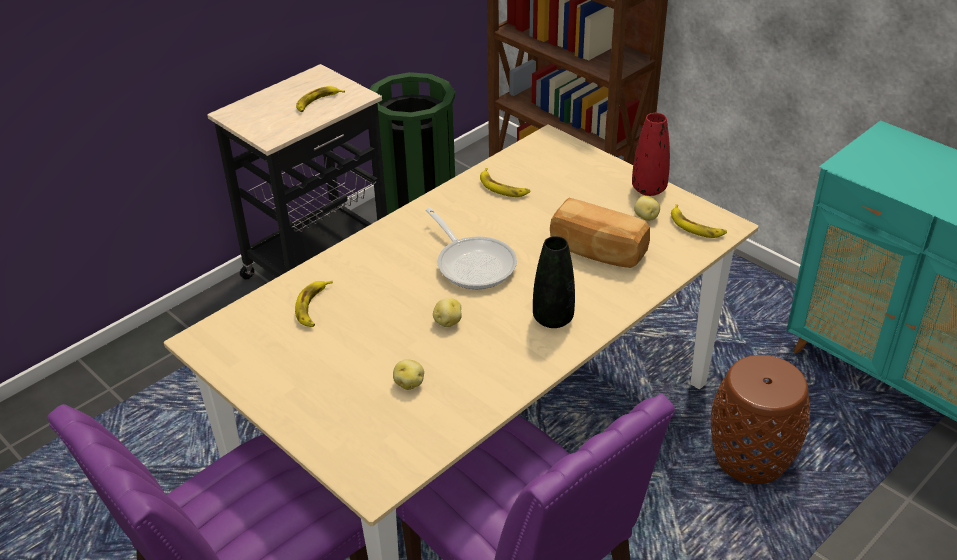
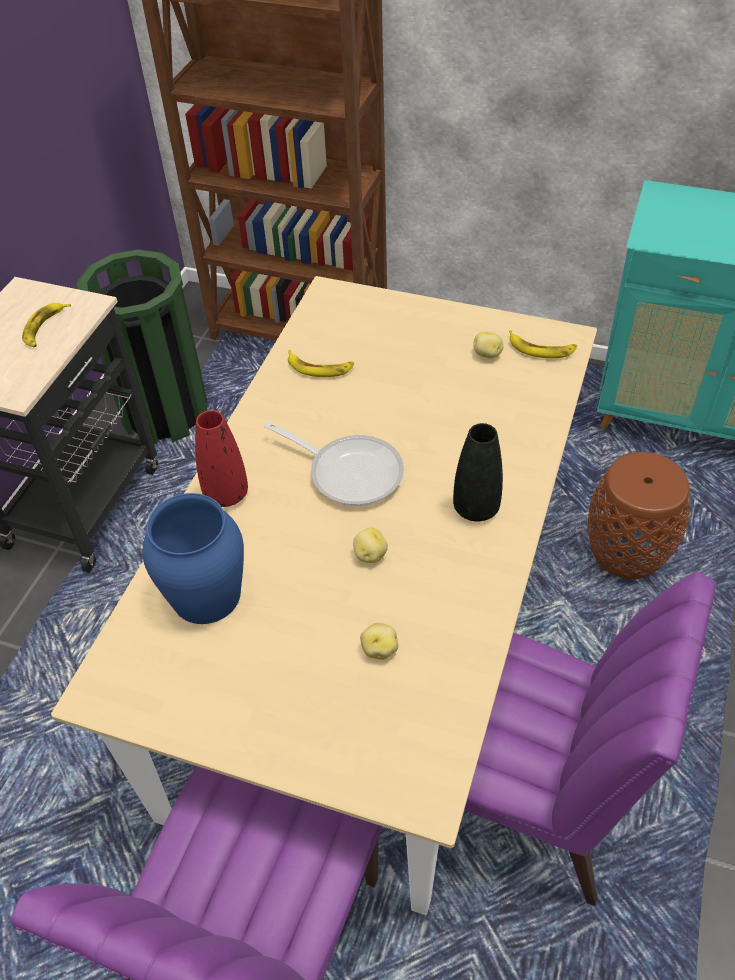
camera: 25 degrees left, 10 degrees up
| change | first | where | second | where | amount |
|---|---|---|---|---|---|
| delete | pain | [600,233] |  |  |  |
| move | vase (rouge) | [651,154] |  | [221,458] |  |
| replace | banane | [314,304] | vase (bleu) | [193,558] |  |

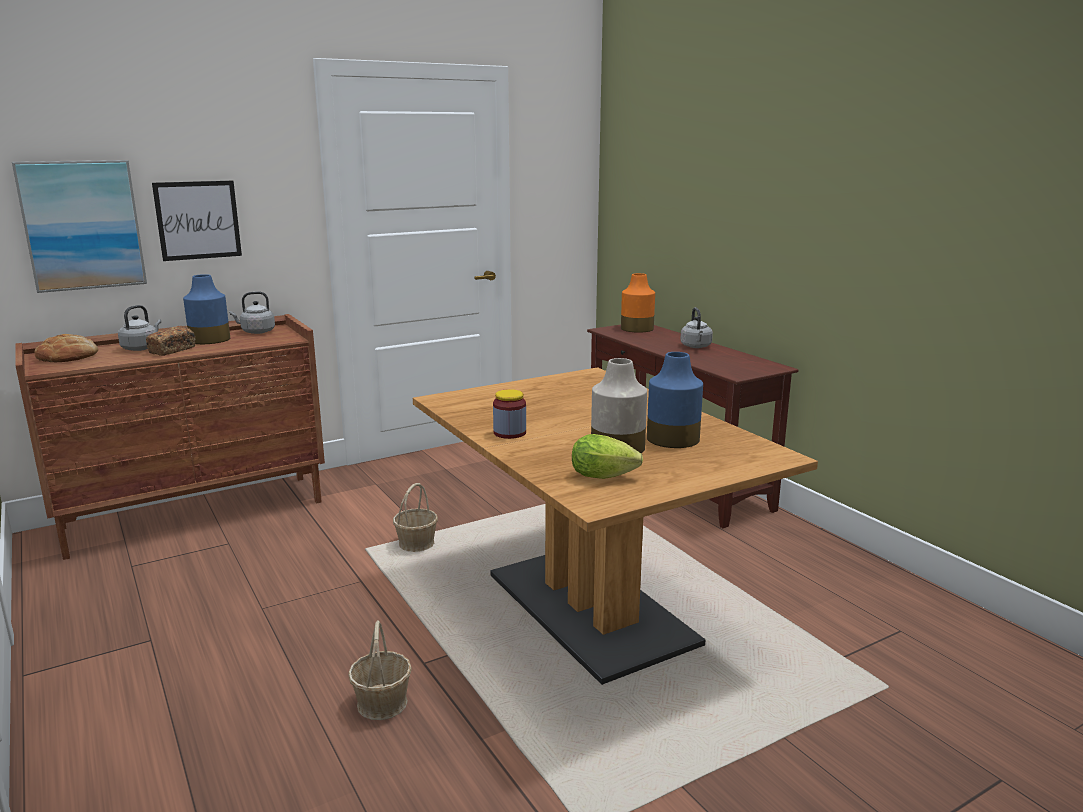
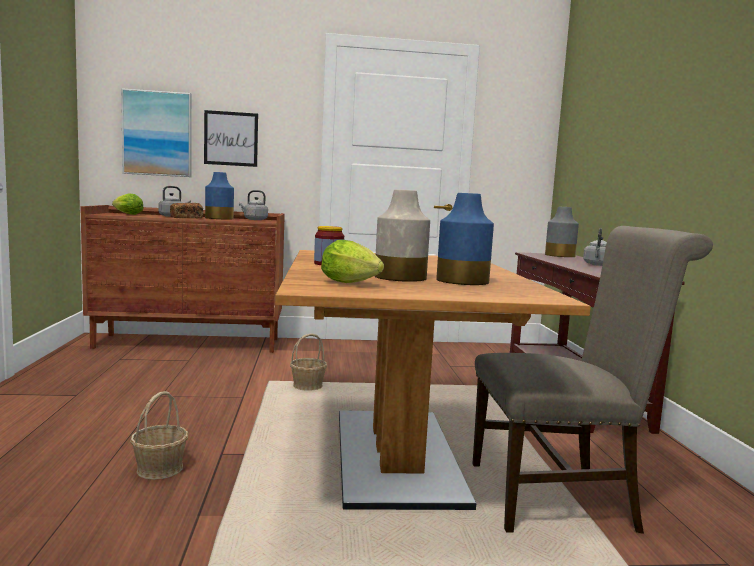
camera: 25 degrees right, 10 degrees down
| change | first | where | second | where | amount |
|---|---|---|---|---|---|
| insert |  |  | chaise (beige) | [592,380] |  |
| replace | pain | [66,348] | laitue | [127,204] |  |
| recolor | vase (orange) | [638,303] | vase (gris) | [562,231] |  |

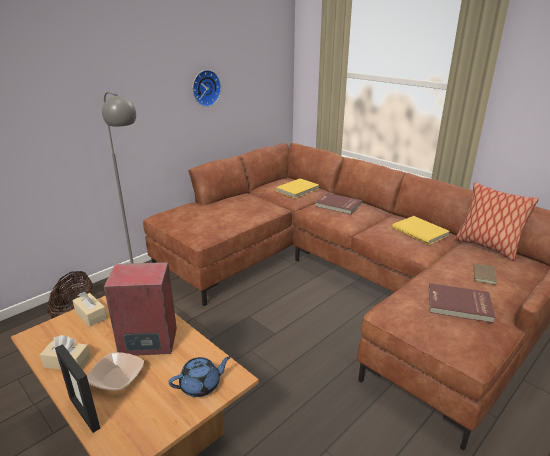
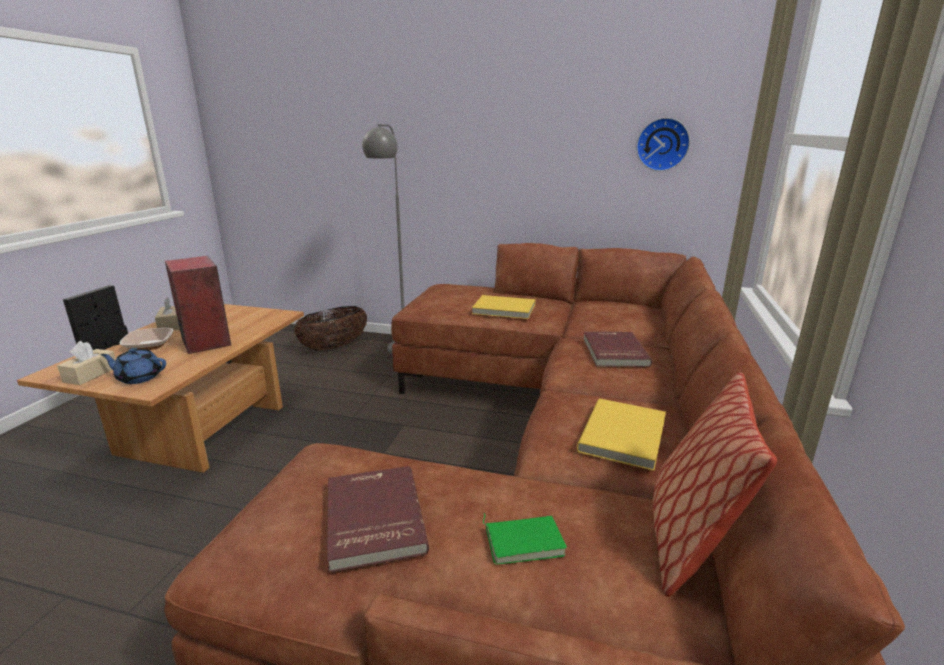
camera: 60 degrees right, 5 degrees down
| change | first | where | second | where | amount |
|---|---|---|---|---|---|
| move | boîte à mouchoirs (beige) | [89,309] |  | [86,363] |  |
| move | horloge murale | [206,88] |  | [663,144] |  |
| move | livre (jaune) | [297,188] |  | [503,307] |  |
| recolor | livre (marron) | [485,274] | livre (vert) | [525,538] |  |
| rotate | théière (bleu) | [200,376] |  | [133,366] | 150 degrees clockwise |

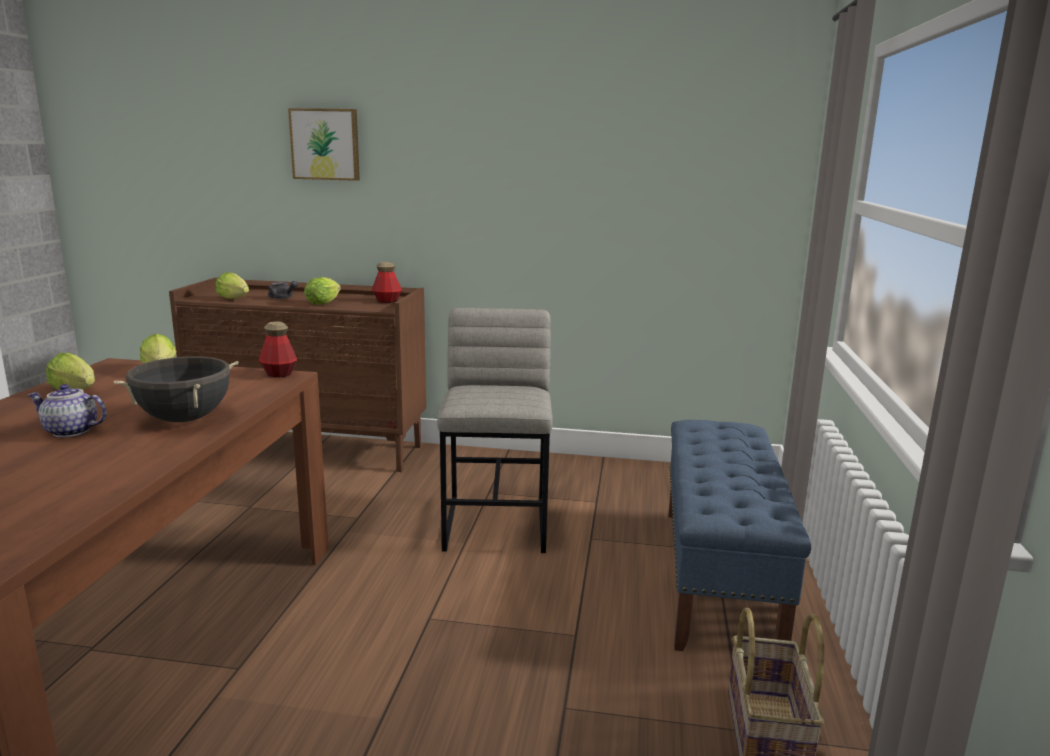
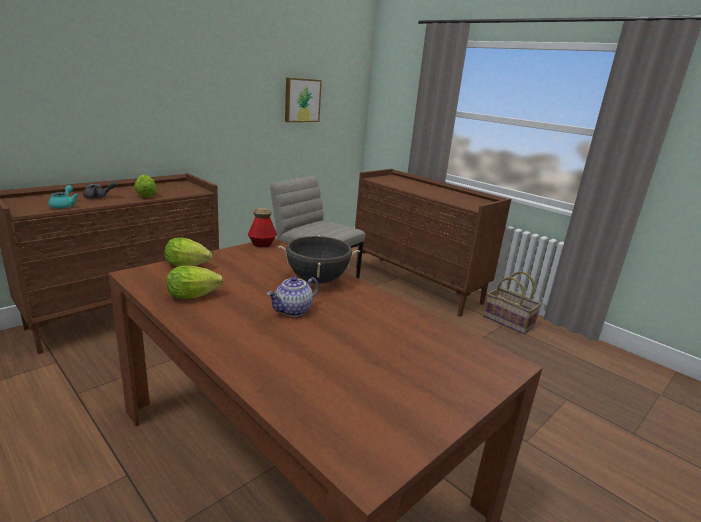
camera: 55 degrees left, 5 degrees up
| change | first | where | second | where | amount |
|---|---|---|---|---|---|
| delete | bouteille | [387,282] |  |  |  |
| move | tableau | [324,144] |  | [303,100] |  |
| replace | laitue | [232,285] | théière (turquoise) | [63,197] |  |
| replace | banc (bleu) | [739,535] | meuble de rangement (marron) | [433,243] |  |

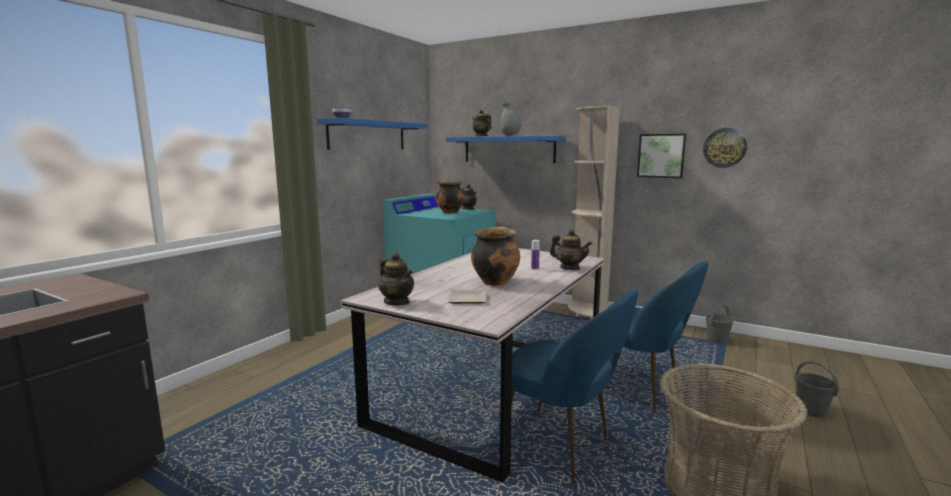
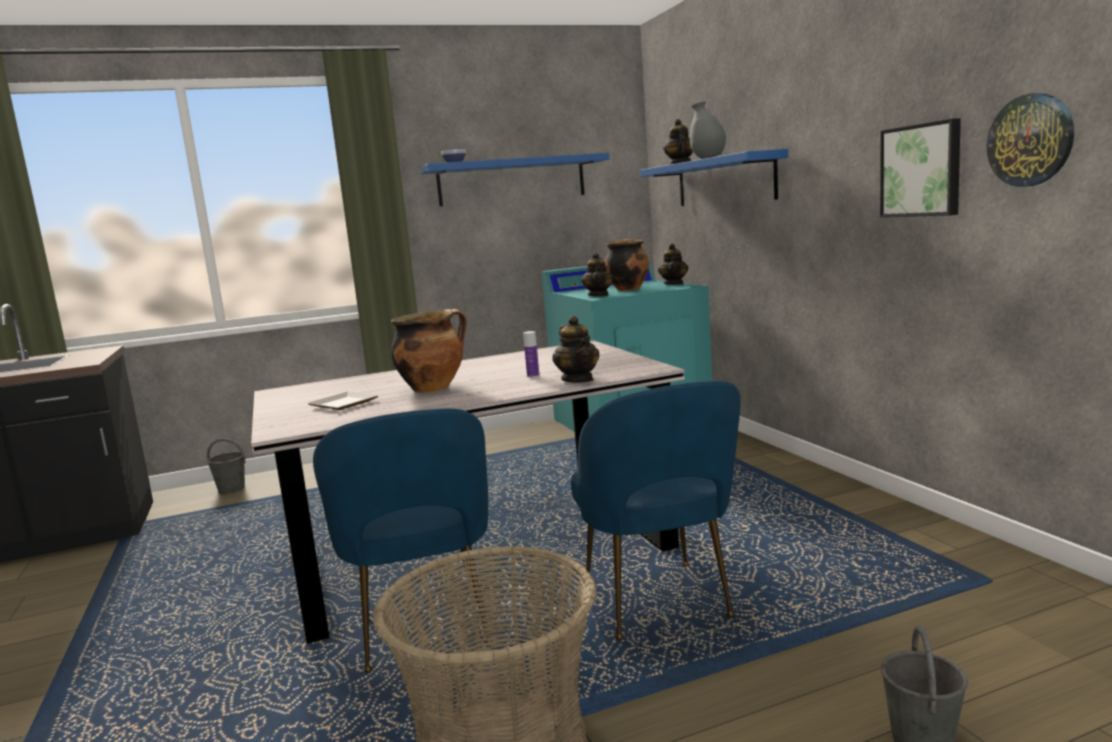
camera: 40 degrees right, 0 degrees up
| change | first | where | second | where | amount |
|---|---|---|---|---|---|
| delete | bibliothèque (beige) | [594,211] |  |  |  |
| move | théière | [396,279] |  | [597,274] |  |
| move | seau (gris) | [720,324] |  | [226,466] |  |

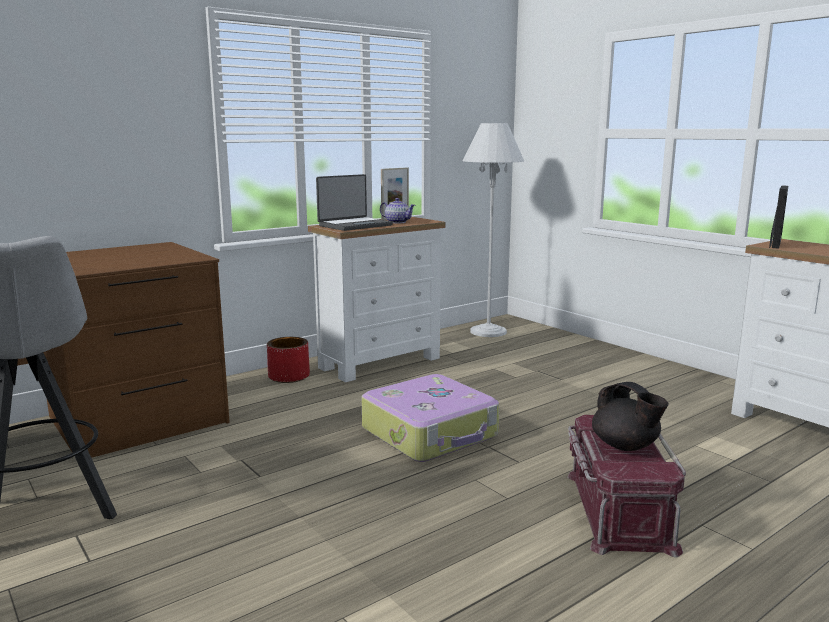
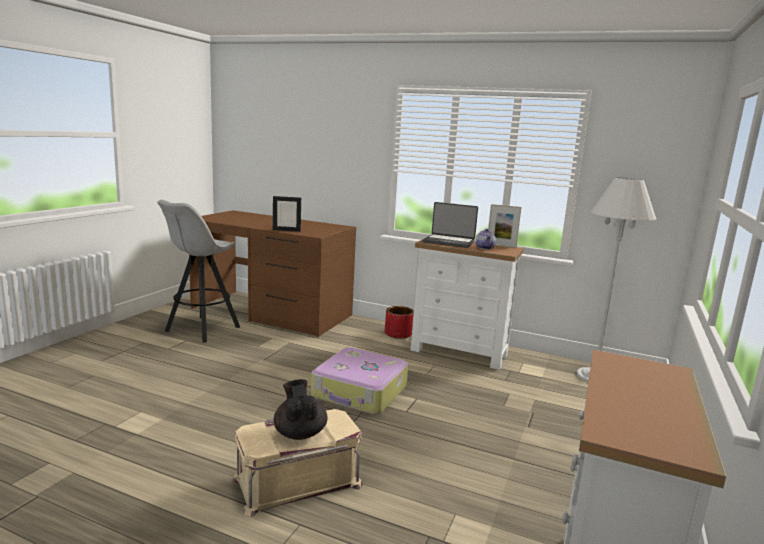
camera: 60 degrees right, 0 degrees up
| change | first | where | second | where | amount |
|---|---|---|---|---|---|
| move | cadre photo | [778,217] |  | [287,214] |  |
| recolor | boîte de rangement (rouge) | [626,486] | boîte de rangement (beige) | [297,463] |  |
| rotate | théière (noir) | [630,416] |  | [301,409] | 135 degrees clockwise |

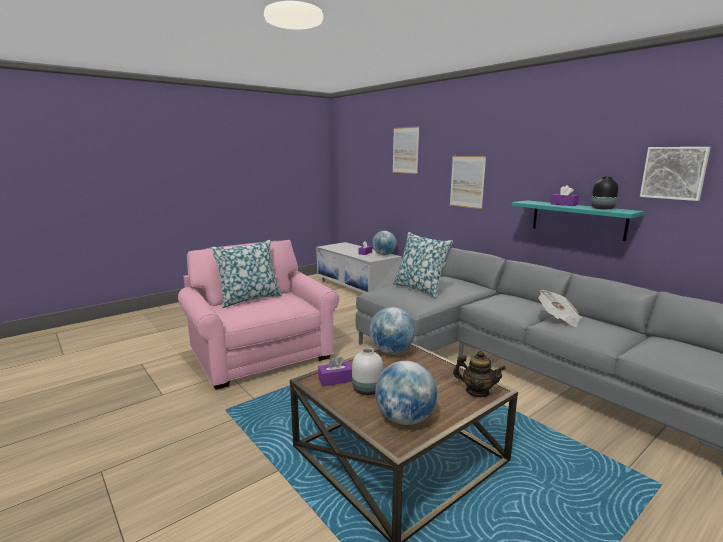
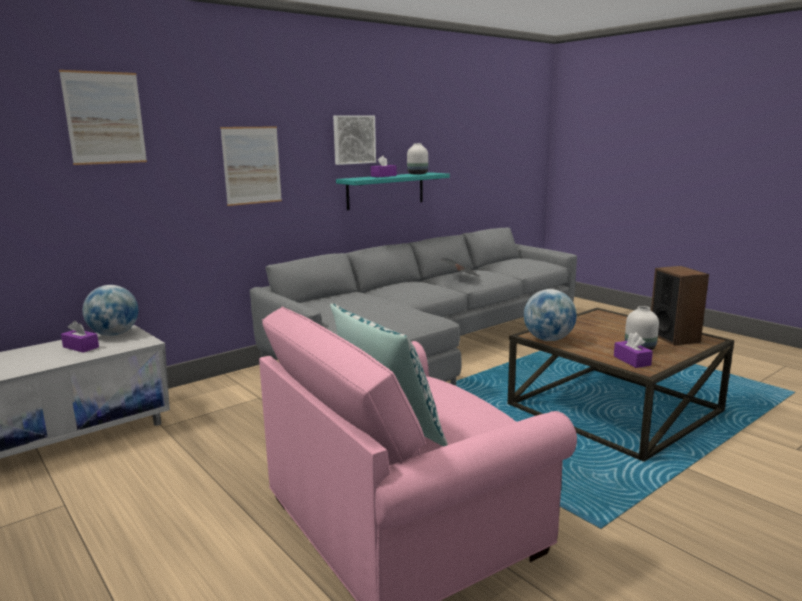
camera: 90 degrees left, 0 degrees up
| change | first | where | second | where | amount |
|---|---|---|---|---|---|
| delete | coussin | [423,265] |  |  |  |
| delete | théière | [479,373] |  |  |  |
| move | tableau | [675,174] |  | [354,140] |  |
| replace | globe | [406,393] | enceinte | [680,306] |  |
| recolor | vase (noir) | [605,193] | vase (blanc) | [417,159] |  |

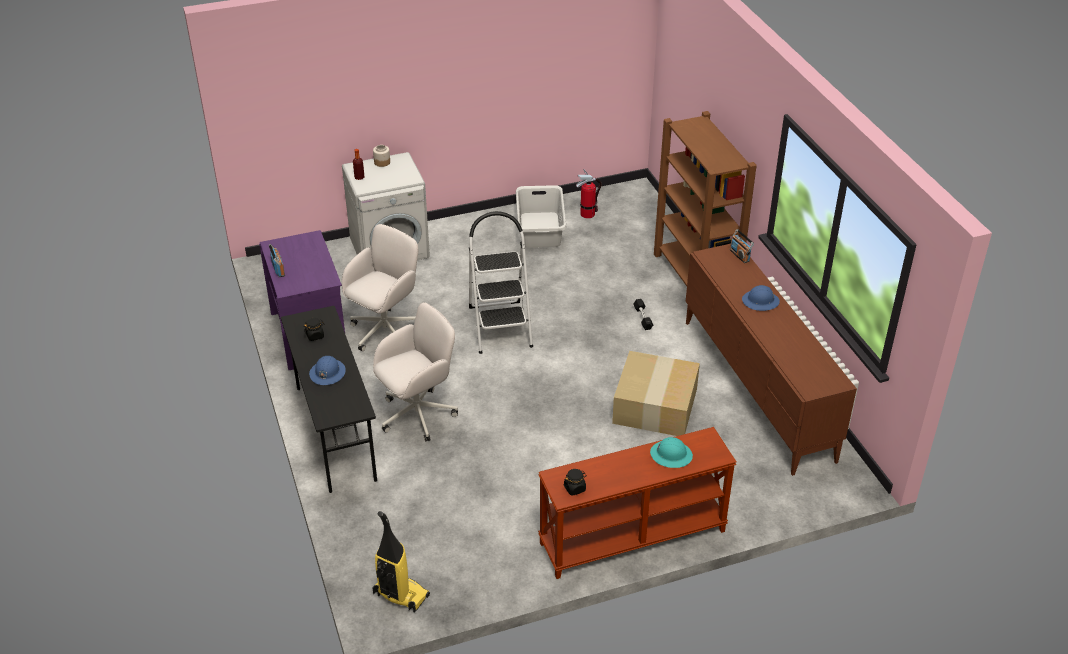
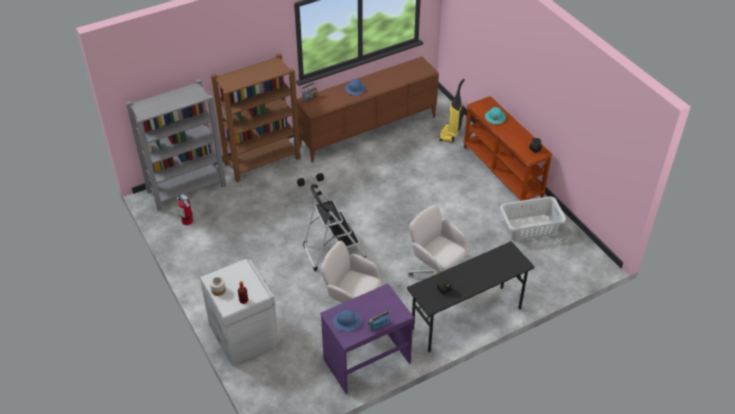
camera: 100 degrees left, 5 degrees up
| change | first | where | second | where | amount |
|---|---|---|---|---|---|
| delete | carton | [656,393] |  |  |  |
| insert |  |  | bibliothèque (gris) | [176,145] |  |
| move | casque de chantier (bleu) | [327,370] |  | [347,320] |  |
| move | aspirateur | [401,562] |  | [452,111] |  |
| move | panier à linge (gris) | [541,216] |  | [533,218] |  |

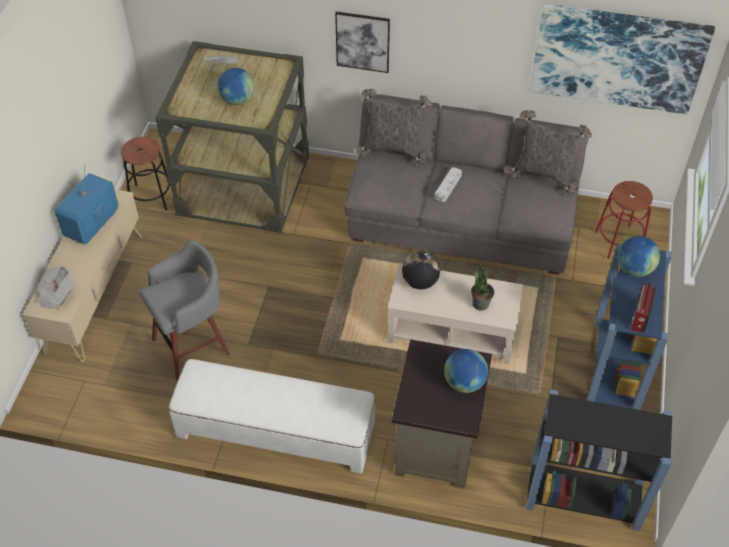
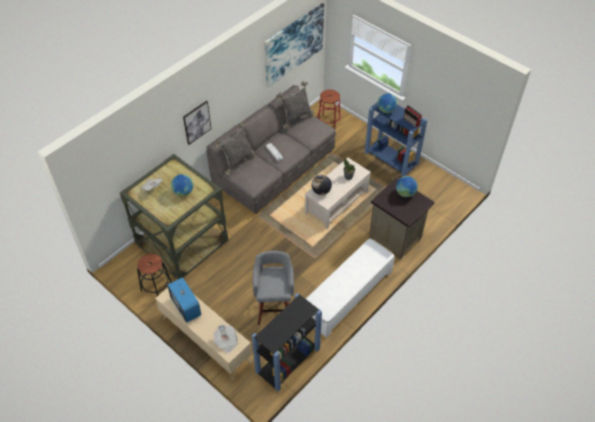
camera: 60 degrees left, 0 degrees up
| change | first | where | second | where | amount |
|---|---|---|---|---|---|
| move | bibliothèque (noir) | [599,460] |  | [287,342] |  |

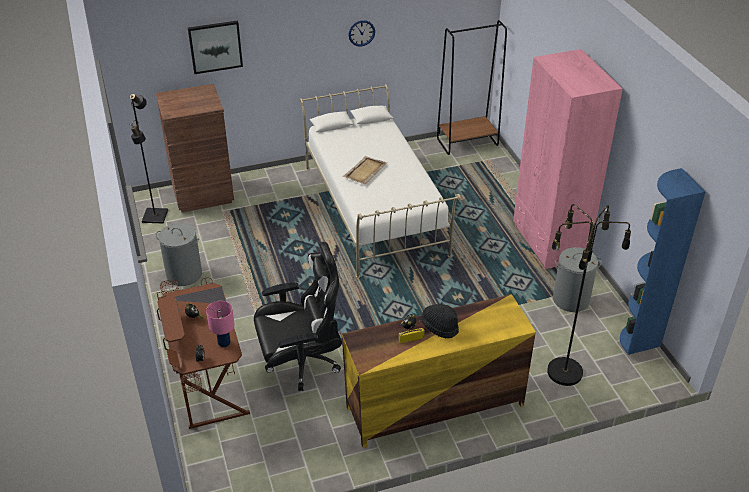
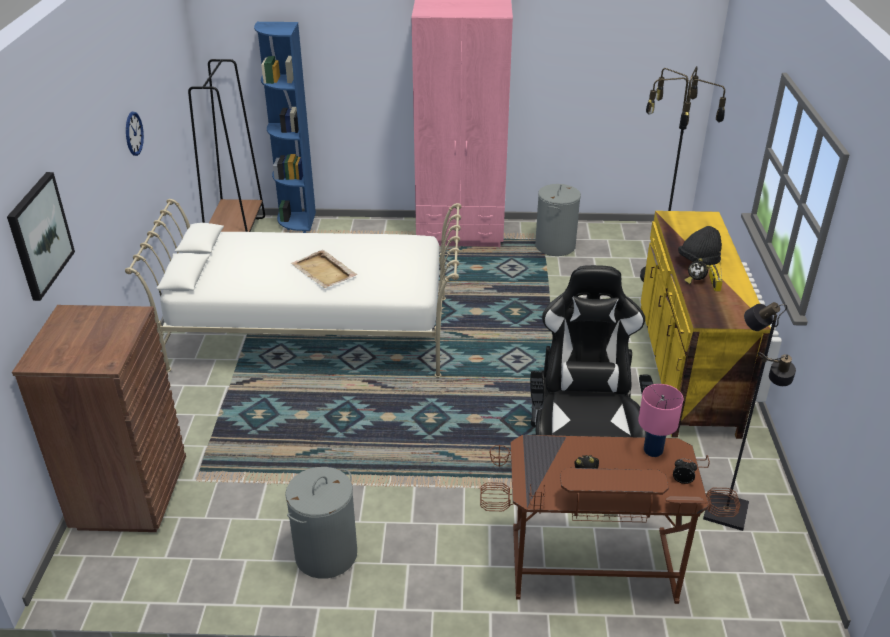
camera: 70 degrees left, 5 degrees down
| change | first | where | second | where | amount |
|---|---|---|---|---|---|
| move | lampadaire (noir) | [148,158] |  | [749,416] |  |
| move | bibliothèque (bleu) | [662,261] |  | [285,127] |  |

